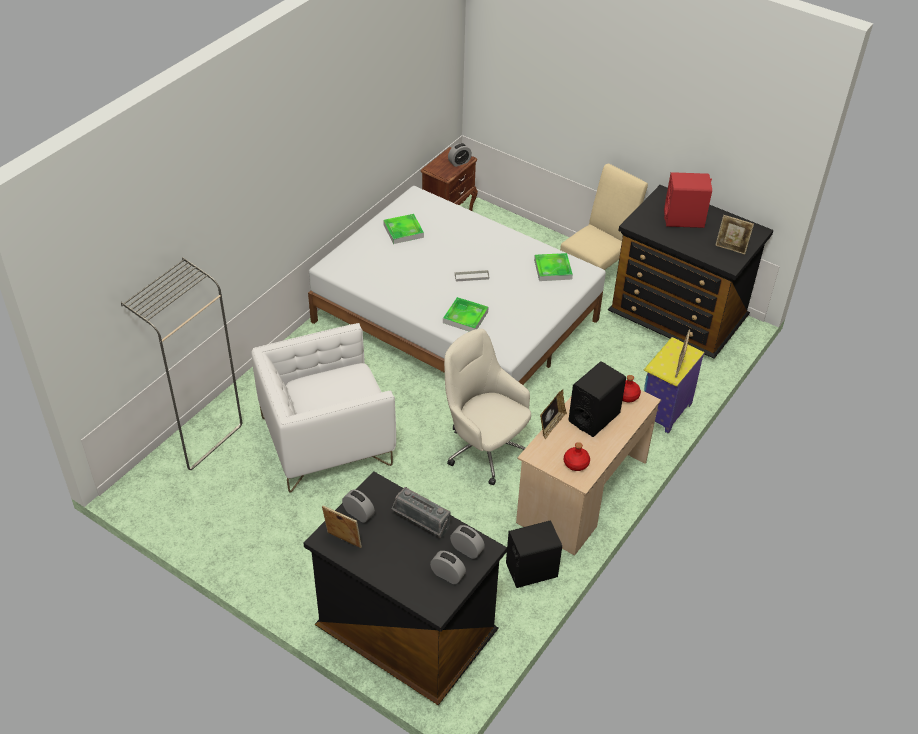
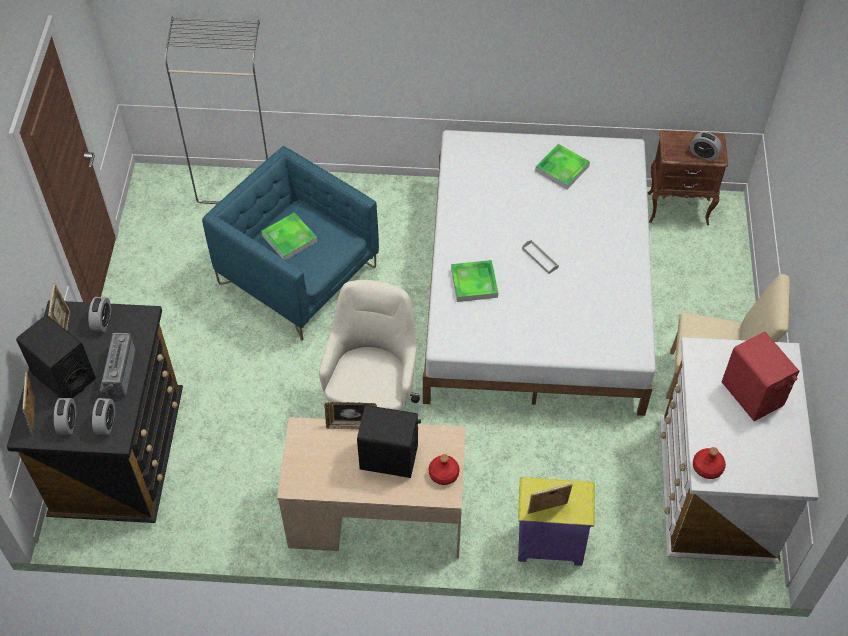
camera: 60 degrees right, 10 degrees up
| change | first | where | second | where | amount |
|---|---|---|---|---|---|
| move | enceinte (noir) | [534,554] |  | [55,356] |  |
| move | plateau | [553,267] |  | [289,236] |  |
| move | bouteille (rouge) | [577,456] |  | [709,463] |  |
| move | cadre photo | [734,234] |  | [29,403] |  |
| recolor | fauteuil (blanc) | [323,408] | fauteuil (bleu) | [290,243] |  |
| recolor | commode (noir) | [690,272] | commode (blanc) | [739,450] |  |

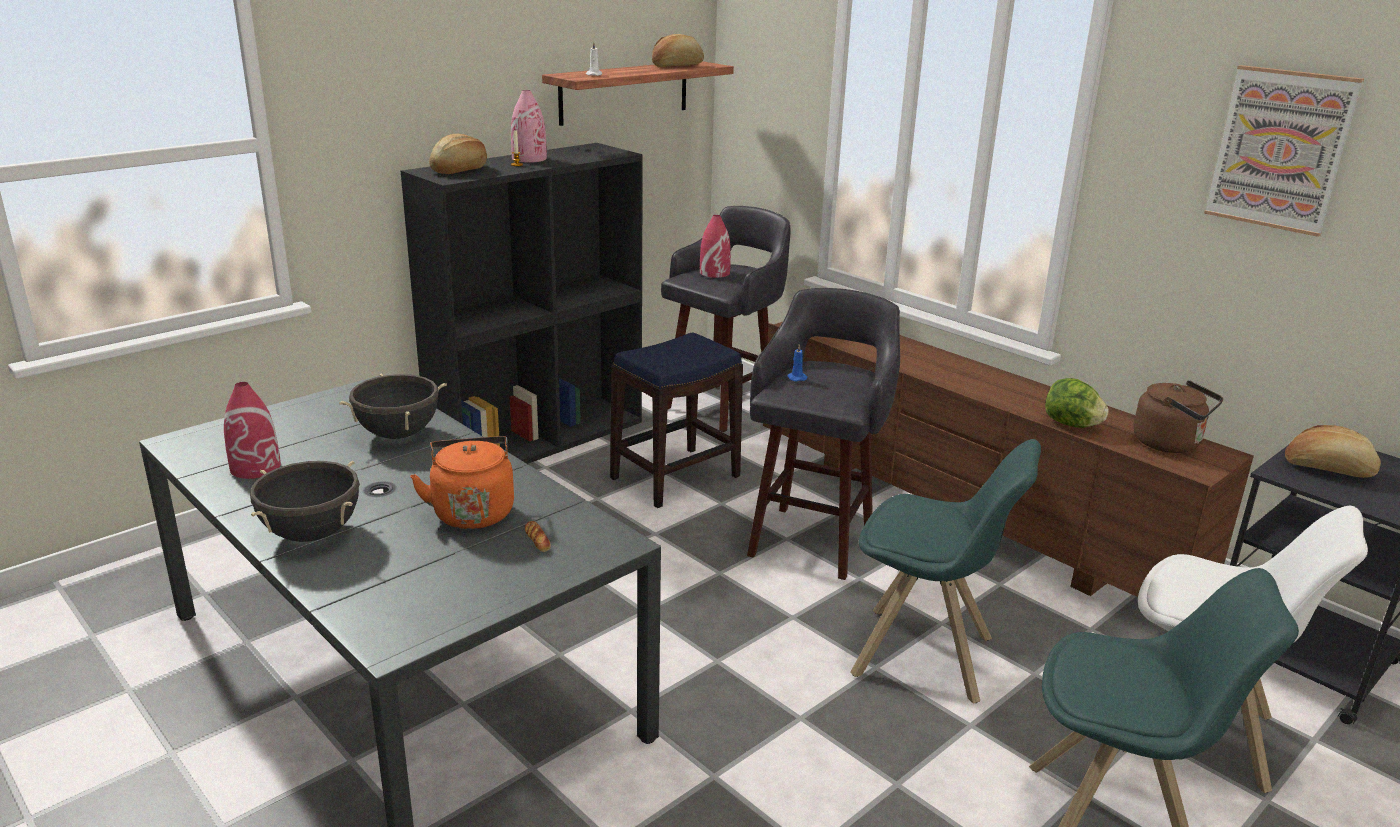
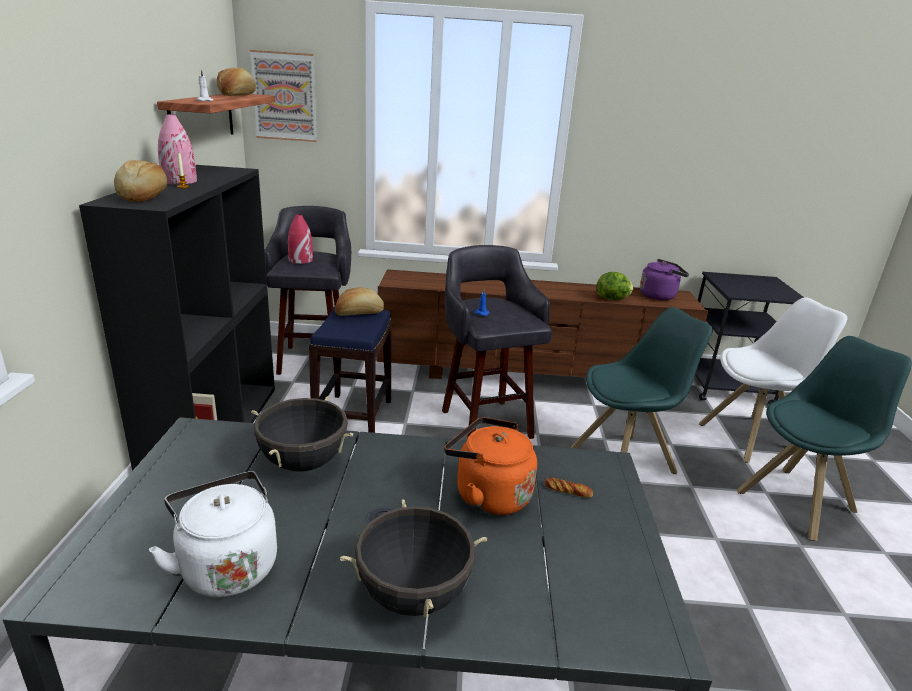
camera: 45 degrees left, 0 degrees up
| change | first | where | second | where | amount |
|---|---|---|---|---|---|
| move | tableau | [1284,151] |  | [283,96] |  |
| move | pain | [1333,451] |  | [359,301] |  |
| replace | vase (rouge) | [252,430] | bouilloire (blanc) | [213,534] |  |
| recolor | bouilloire (marron) | [1178,416] | bouilloire (violet) | [664,279] |  |

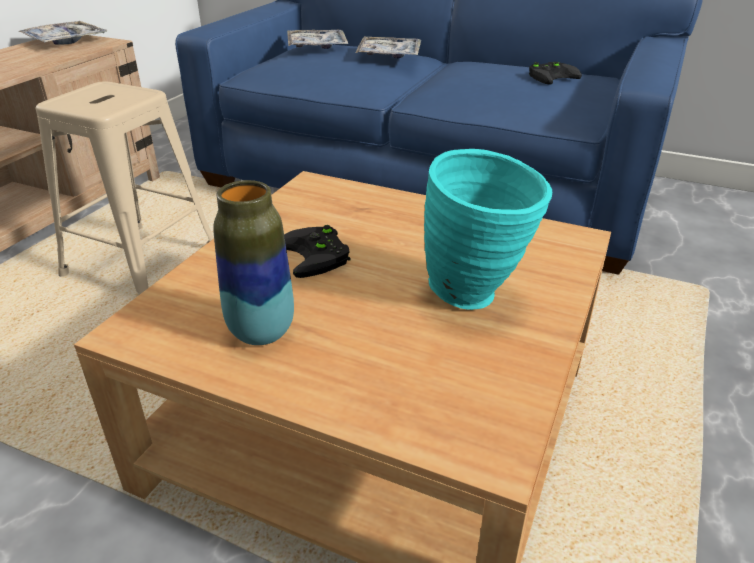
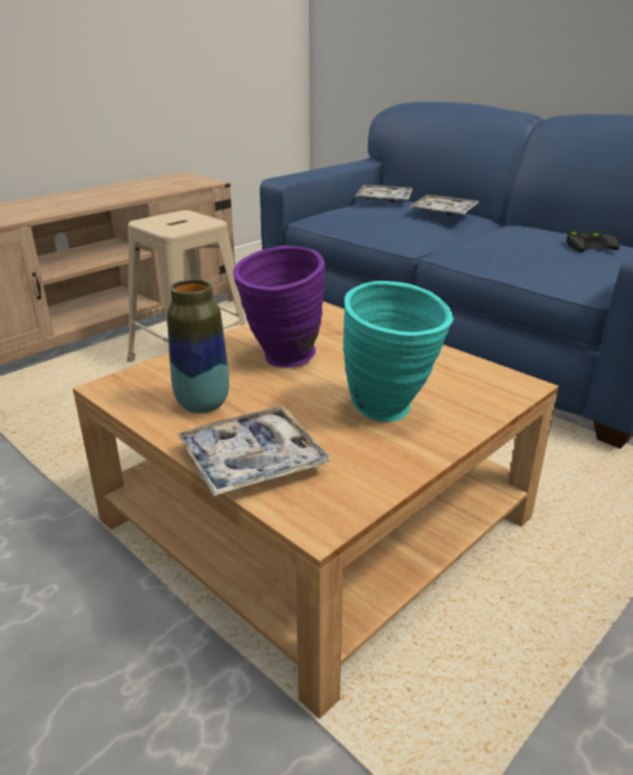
camera: 20 degrees right, 5 degrees down
| change | first | where | second | where | amount |
|---|---|---|---|---|---|
| move | plateau | [63,33] |  | [254,451] |  |
| replace | manette (noir) | [317,251] | vase (violet) | [279,307] |  |

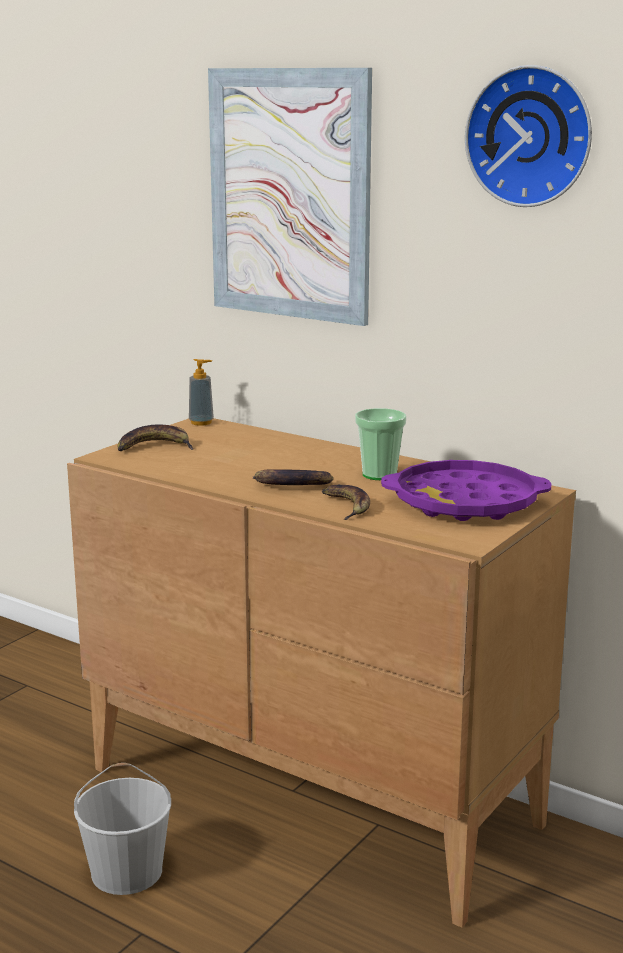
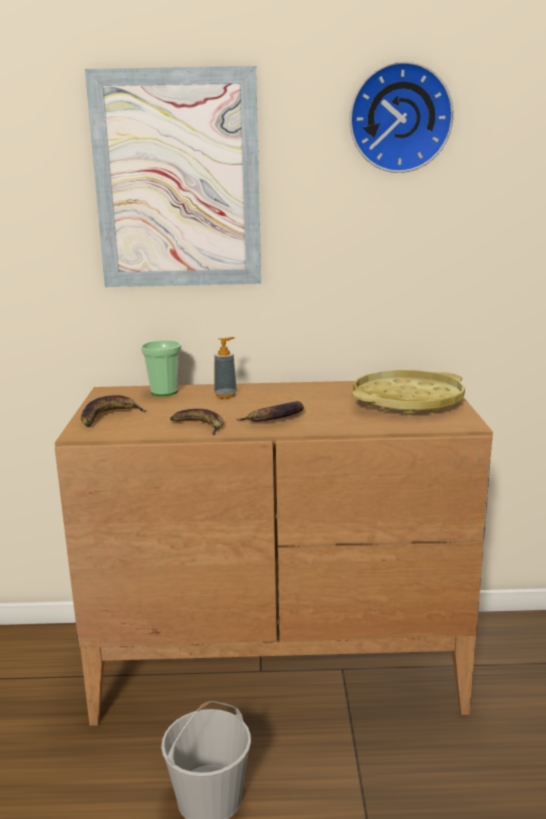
camera: 35 degrees left, 0 degrees up
| change | first | where | second | where | amount |
|---|---|---|---|---|---|
| move | distributeur de savon | [201,392] |  | [225,368] |  |
| move | banane | [346,502] |  | [196,422] |  |
| move | tasse | [380,444] |  | [161,368] |  |
| recolor | plateau (violet) | [466,490] | plateau (jaune) | [408,392] |  |

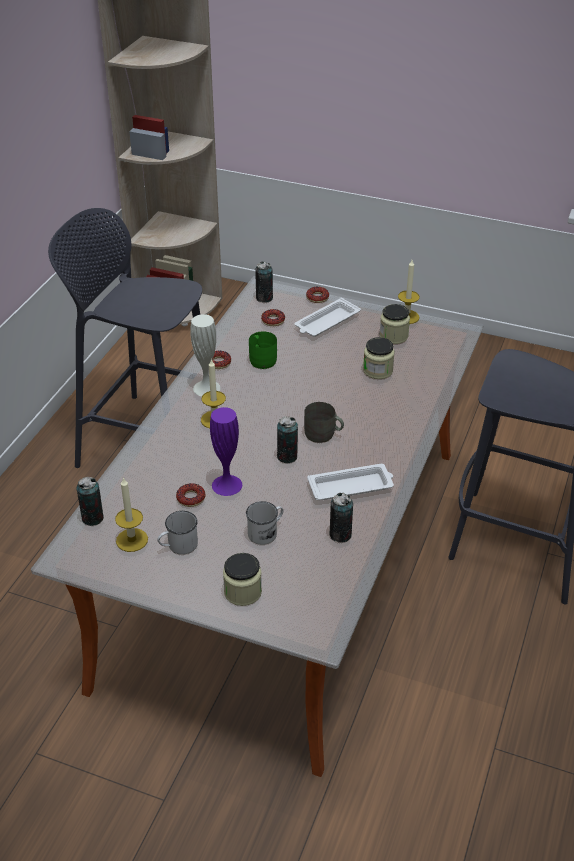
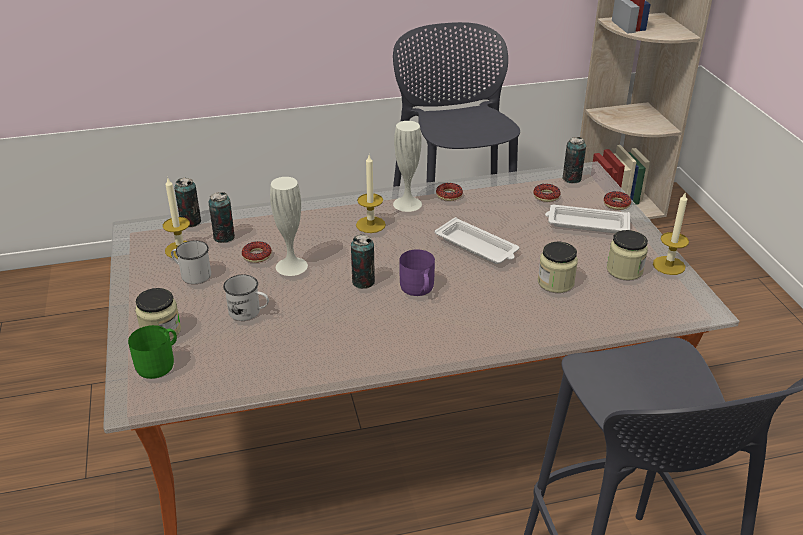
camera: 55 degrees right, 5 degrees down
| change | first | where | second | where | amount |
|---|---|---|---|---|---|
| move | mug (vert) | [263,350] |  | [152,352] |  |
| move | plateau (blanc) | [350,482] |  | [477,240] |  |
| move | boîte métallique | [341,518] |  | [221,217] |  |
| recolor | vase (violet) | [226,451] | vase (blanc) | [289,226] |  |
| recolor | mug (gris) | [324,422] | mug (violet) | [417,272] |  |

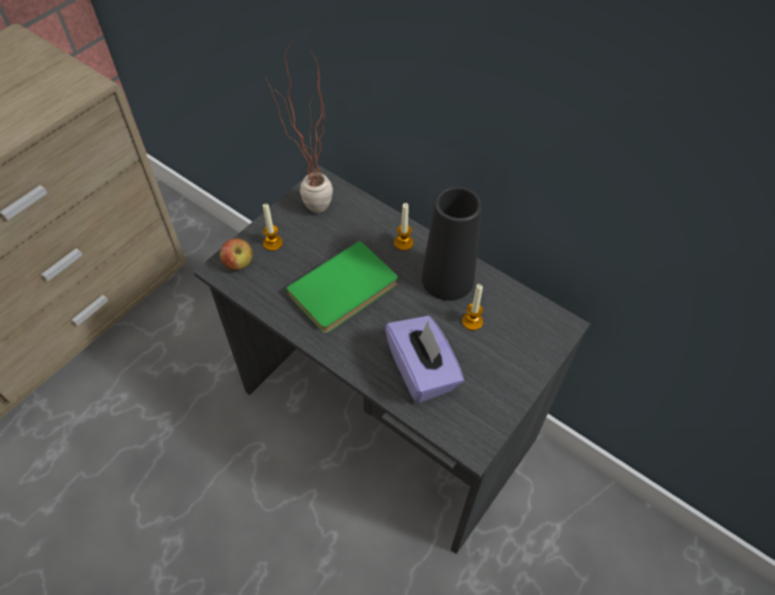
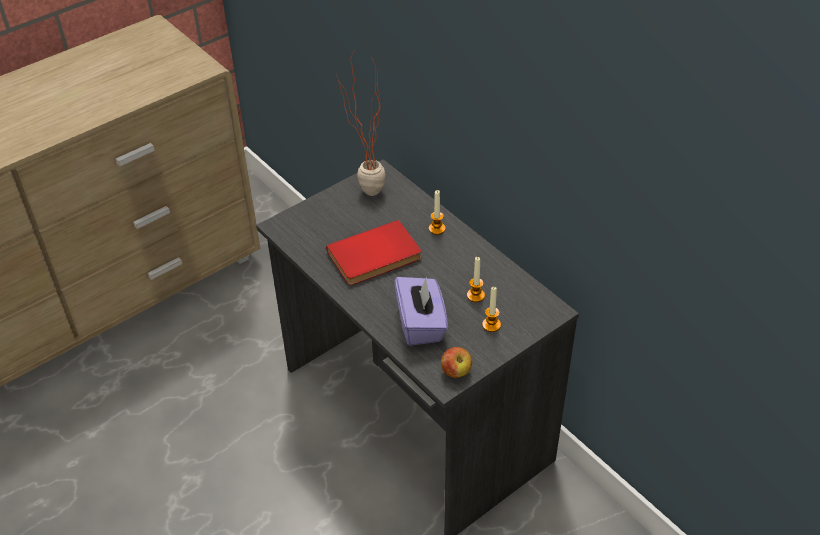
camera: 15 degrees right, 10 degrees down
| change | first | where | second | where | amount |
|---|---|---|---|---|---|
| delete | vase (noir) | [452,243] |  |  |  |
| move | pomme | [236,254] |  | [456,362] |  |
| move | bougie | [273,227] |  | [491,309] |  |
| recolor | livre (vert) | [342,286] | livre (rouge) | [374,252] |  |

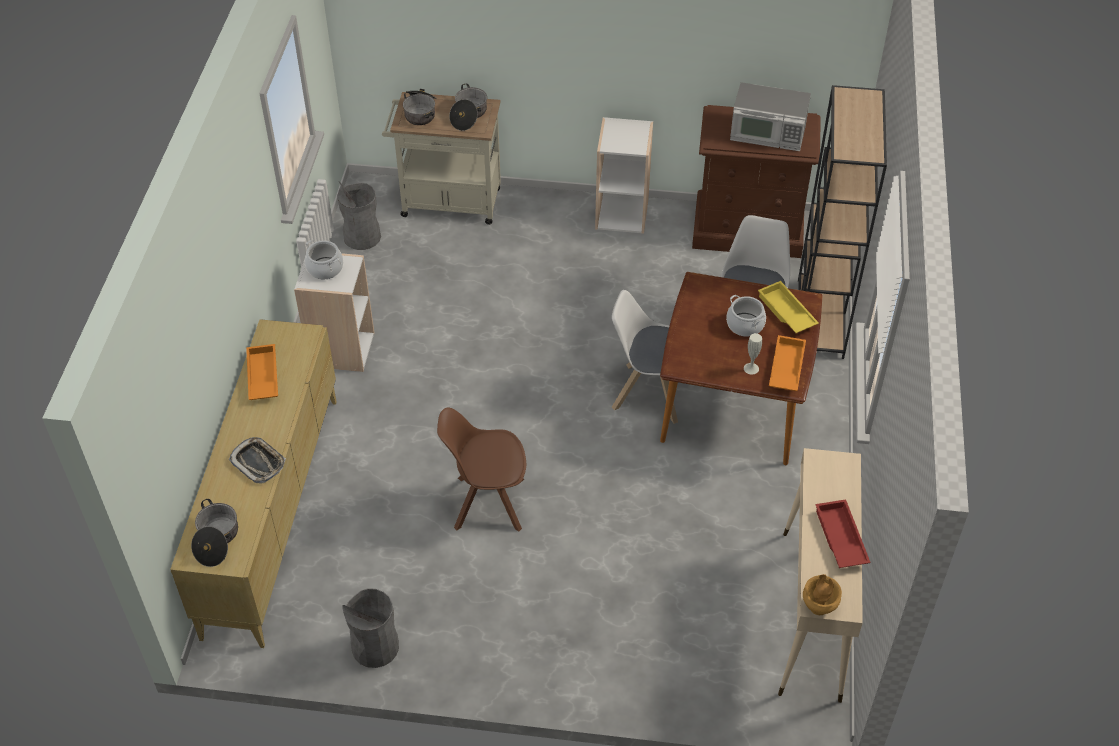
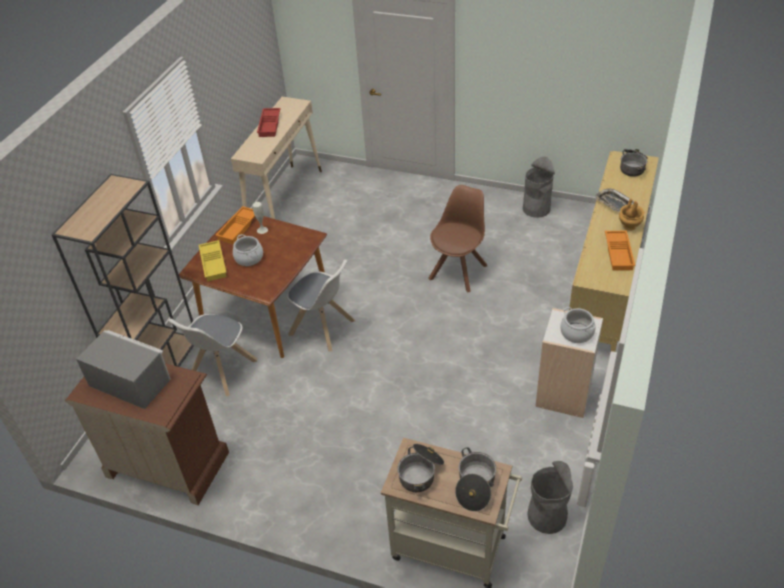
camera: 165 degrees left, 5 degrees down
| change | first | where | second | where | amount |
|---|---|---|---|---|---|
| delete | bibliothèque | [624,175] |  |  |  |
| move | vase (marron) | [822,594] |  | [631,215] |  |
| rotate | chaise (marron) | [481,469] |  | [457,239] | 75 degrees counterclockwise |

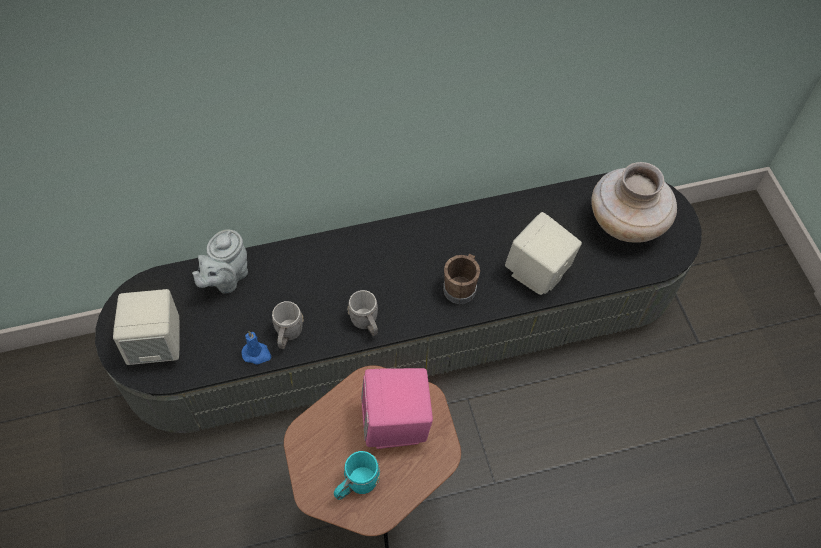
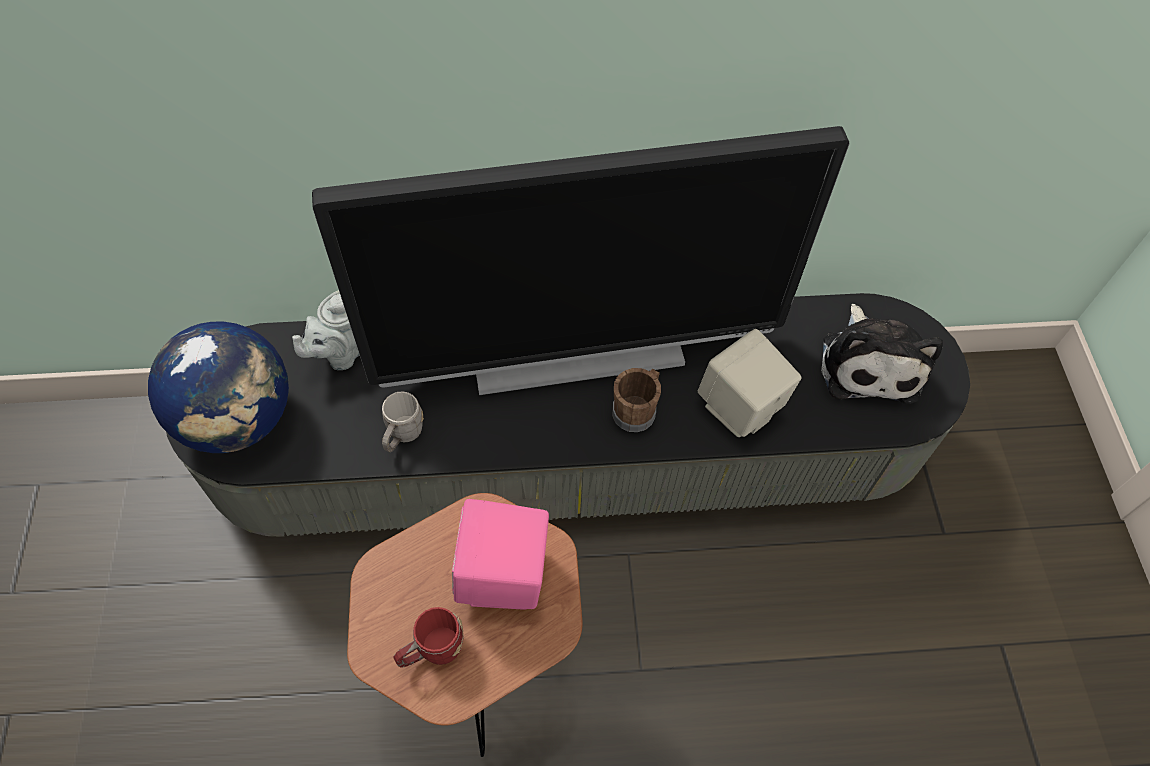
camera: 10 degrees right, 0 degrees up
| change | first | where | second | where | amount |
|---|---|---|---|---|---|
| delete | bougie (bleu) | [256,347] |  |  |  |
| delete | mug (gris) | [362,313] |  |  |  |
| insert |  |  | téléviseur | [580,260] |  |
| replace | enceinte (beige) | [146,327] | globe | [218,387] |  |
| replace | vase (beige) | [634,202] | peluche | [882,354] |  |
| recolor | mug (turquoise) | [357,475] | mug (rouge) | [428,637] |  |

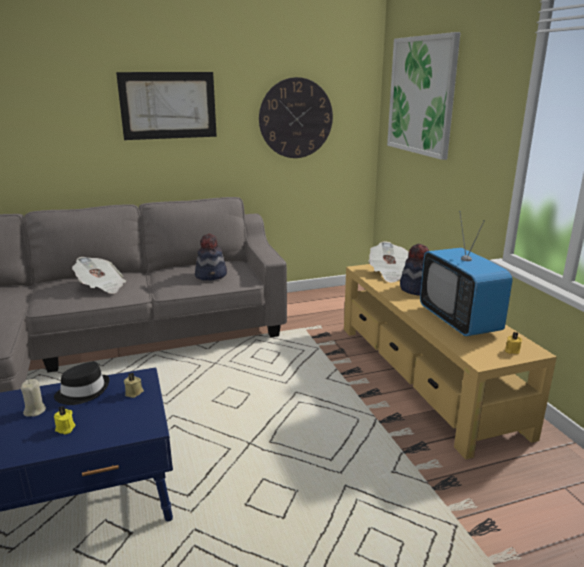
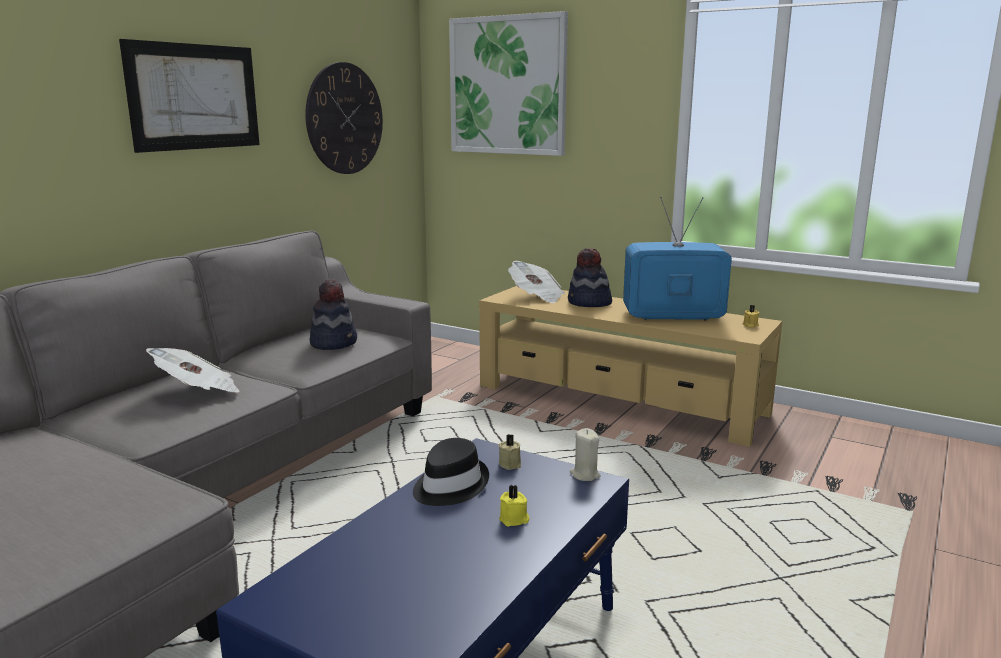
camera: 40 degrees left, 5 degrees down
| change | first | where | second | where | amount |
|---|---|---|---|---|---|
| move | bougie (beige) | [33,398] |  | [585,454] |  |
| rotate | téléviseur | [466,273] |  | [677,258] | 150 degrees clockwise |

